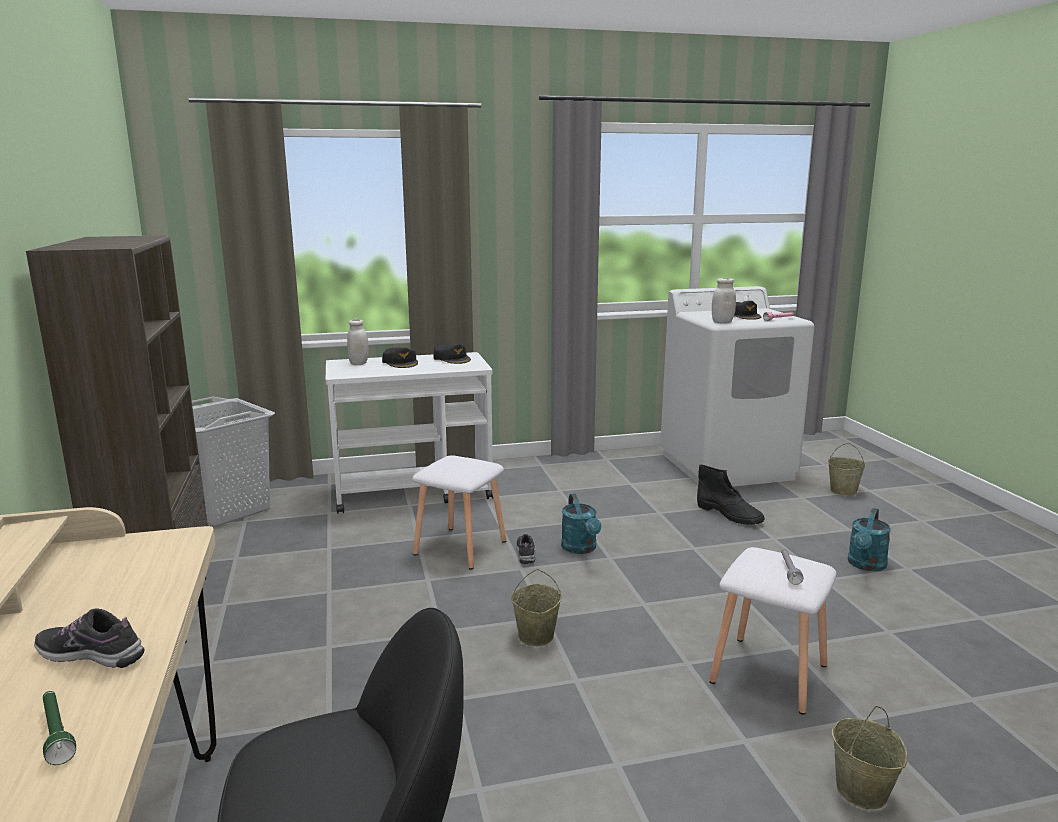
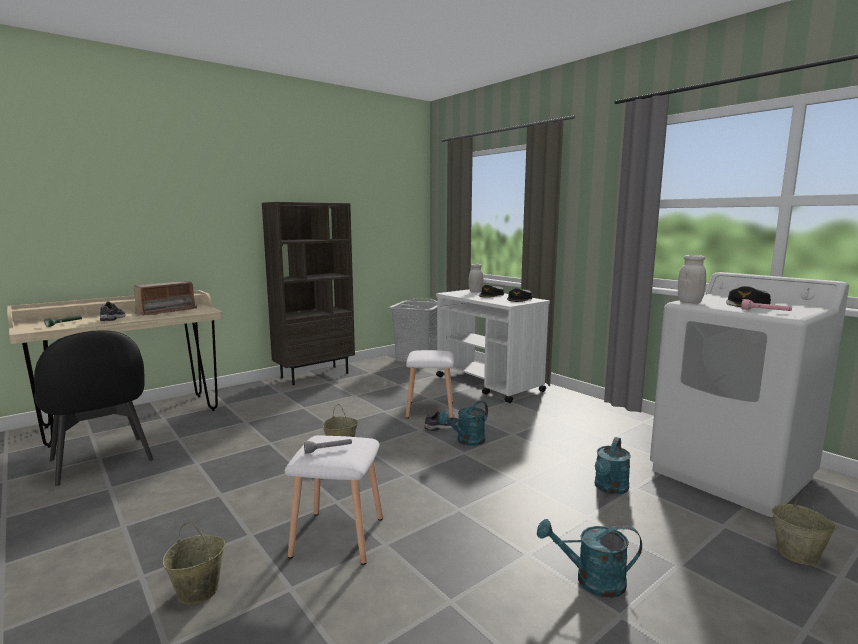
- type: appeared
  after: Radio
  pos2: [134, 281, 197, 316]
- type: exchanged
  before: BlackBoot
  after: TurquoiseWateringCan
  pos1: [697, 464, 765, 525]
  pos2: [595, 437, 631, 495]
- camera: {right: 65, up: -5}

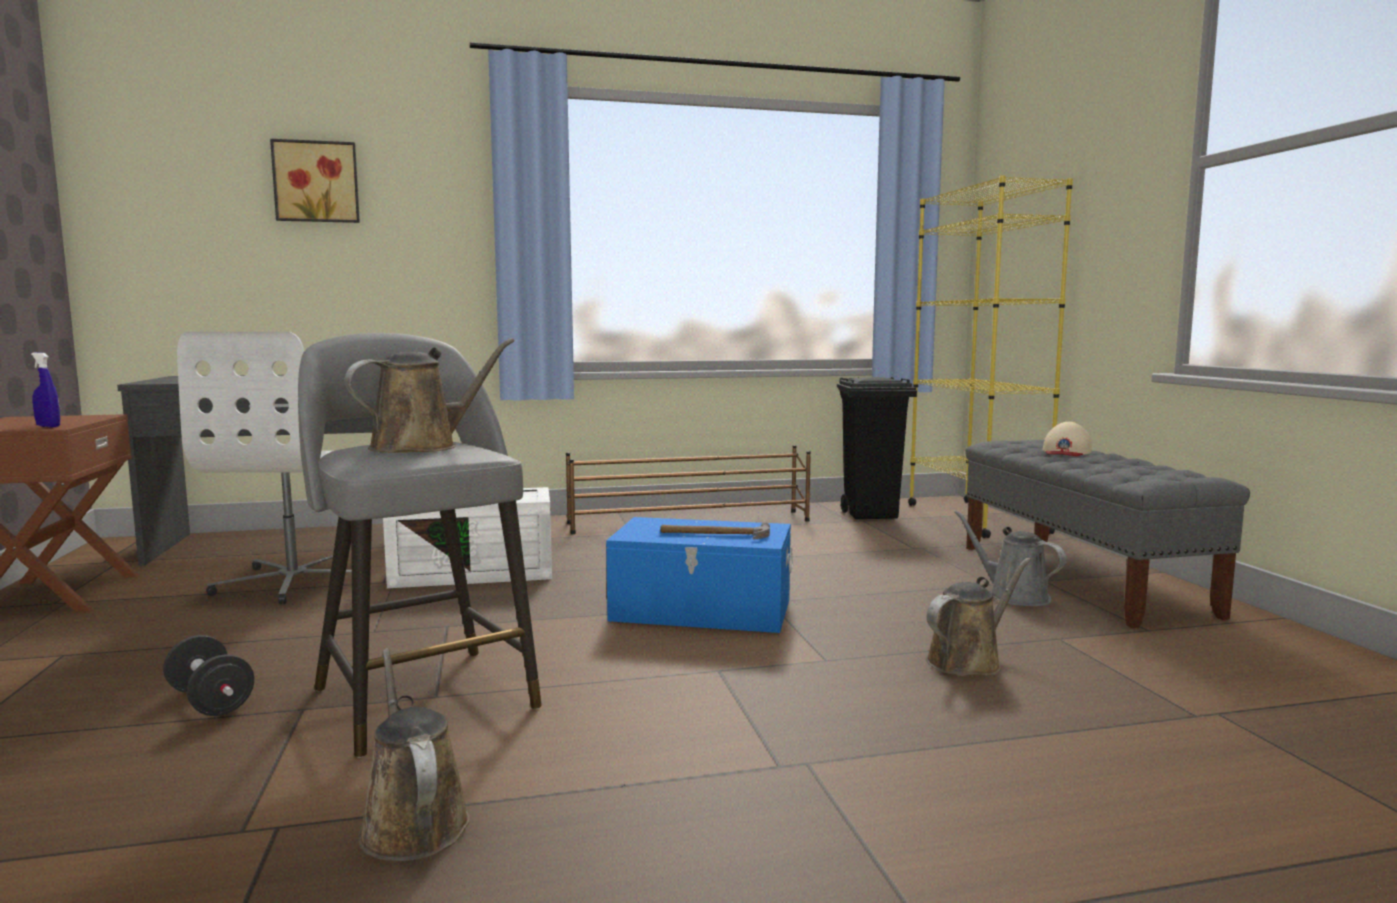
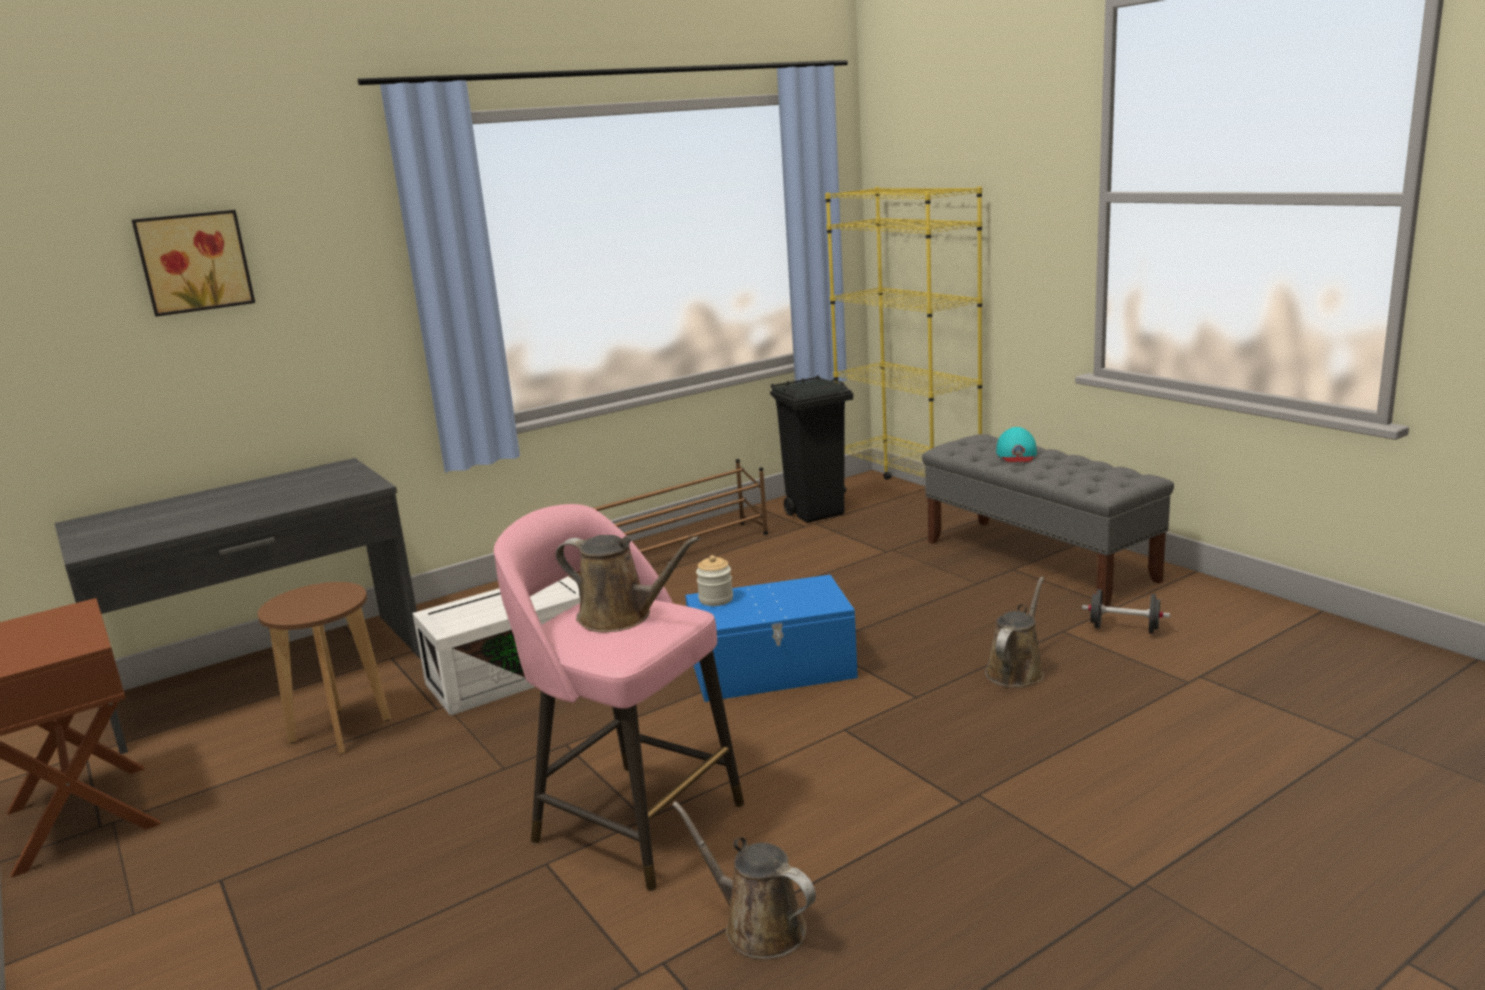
- type: exchanged
  before: WhiteOfficeChair
  after: BrownStool
  pos1: [177, 332, 352, 605]
  pos2: [258, 582, 391, 754]
- type: colour
  before: GreyStool
  after: PinkStool
  pos1: [298, 333, 542, 758]
  pos2: [494, 504, 744, 891]
- type: spun
  before: BrownWateringCan
  pos1: [345, 338, 514, 453]
  pos2: [556, 535, 700, 632]
  turn: 90
- type: appeared
  after: Jar
  pos2: [696, 555, 733, 606]
- type: colour
  before: BeigeCap
  after: TurquoiseCap
  pos1: [1043, 422, 1092, 456]
  pos2: [996, 427, 1037, 462]
- type: relocated
  before: BlackDumbbell
  pos1: [163, 635, 254, 716]
  pos2: [1082, 589, 1170, 634]
- type: missing
  before: BlueSprayBottle
  pos1: [31, 352, 60, 428]
- type: missing
  before: Hammer
  pos1: [660, 522, 770, 540]
- type: missing
  before: GreyWateringCan
  pos1: [954, 510, 1066, 606]
- camera: {right: -20, up: 10}

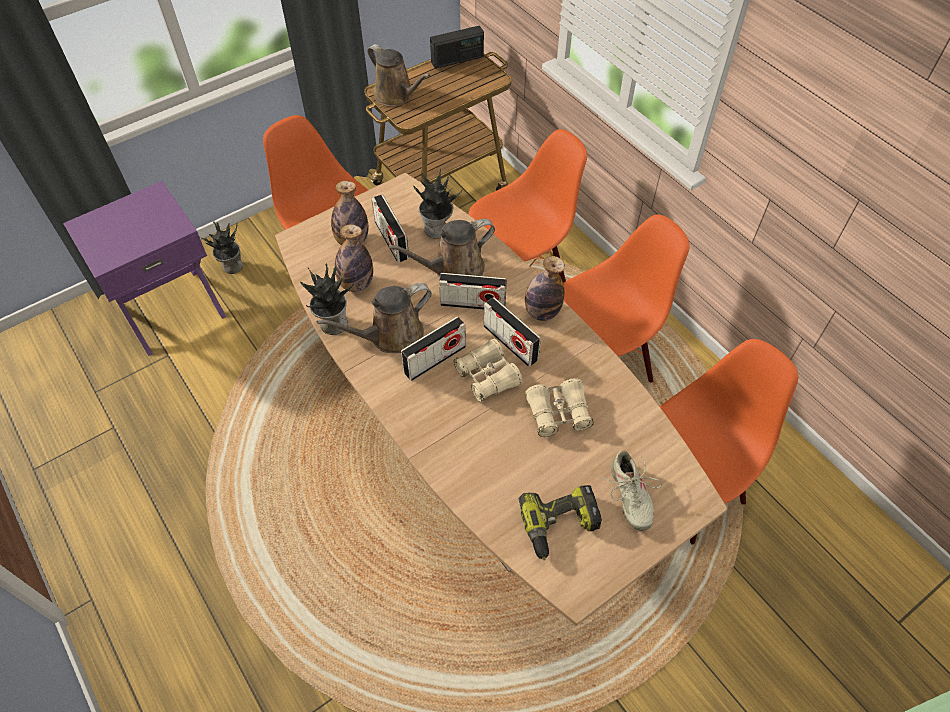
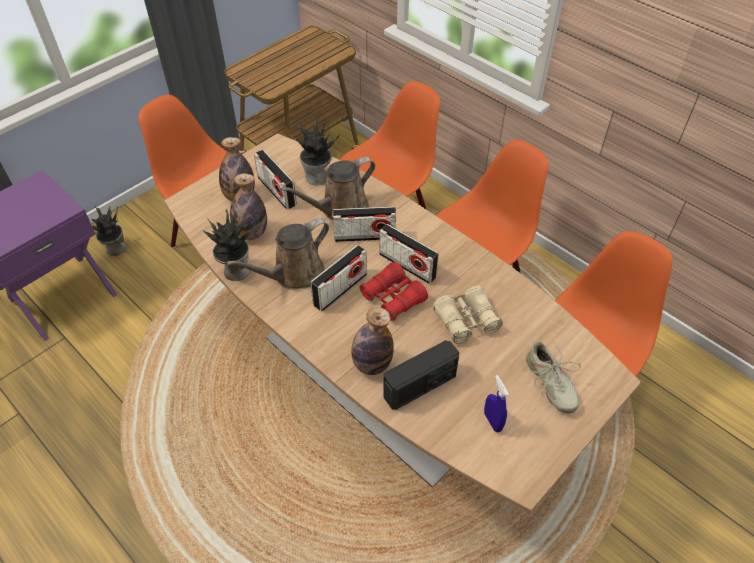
- type: relocated
  before: Bottle
  pos1: [525, 256, 565, 321]
  pos2: [351, 307, 394, 375]
- type: colour
  before: BeigeBinoculars
  after: RedBinoculars
  pos1: [454, 339, 523, 403]
  pos2: [360, 262, 428, 321]
- type: relocated
  before: Radio
  pos1: [430, 26, 484, 69]
  pos2: [383, 340, 459, 410]
- type: exchanged
  before: PowerDrill
  after: BlueSprayBottle
  pos1: [519, 485, 602, 560]
  pos2: [484, 375, 509, 432]
- type: missing
  before: BrownWateringCan
  pos1: [368, 44, 430, 107]
- camera: {right: -10, up: -5}

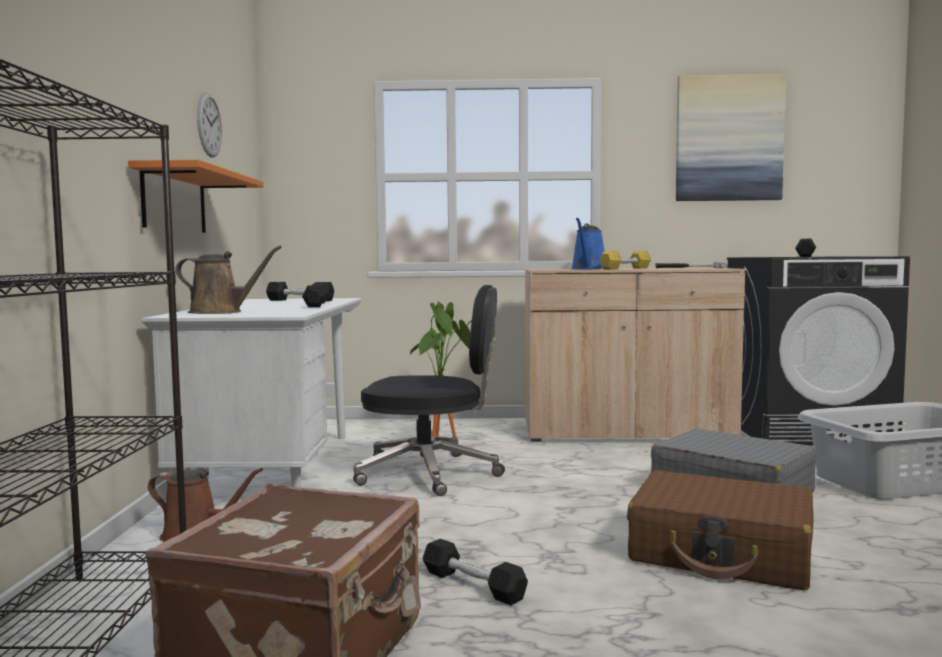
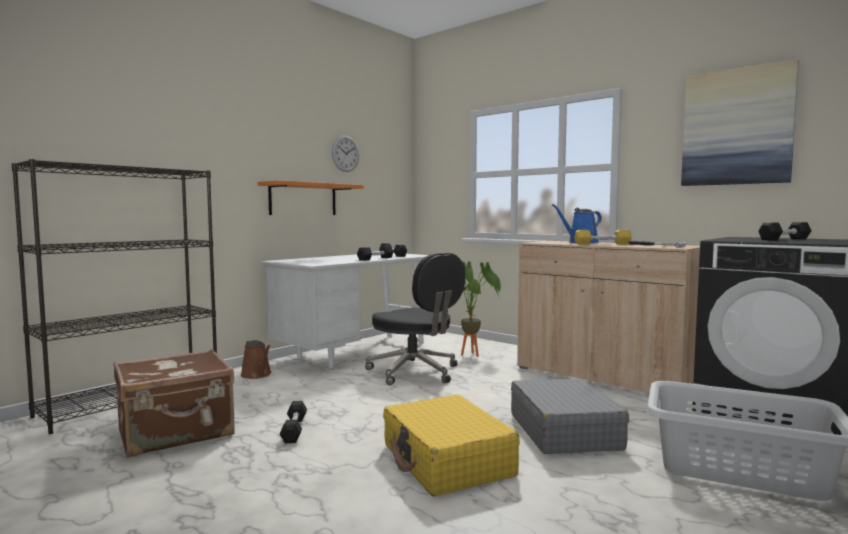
- type: colour
  before: BrownSuitcase
  after: YellowSuitcase
  pos1: [627, 470, 814, 590]
  pos2: [383, 394, 520, 496]
- type: missing
  before: BrownWateringCan
  pos1: [175, 246, 282, 314]
- camera: {right: 40, up: 0}

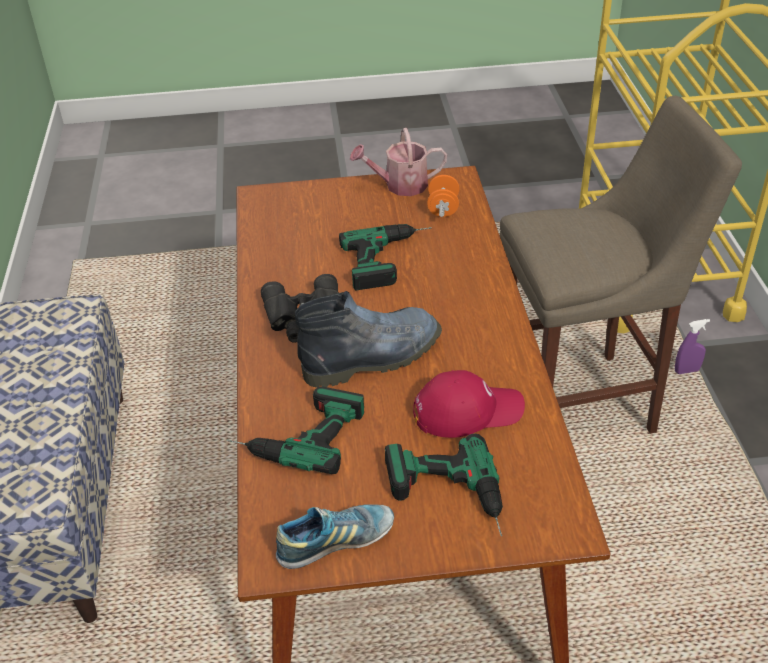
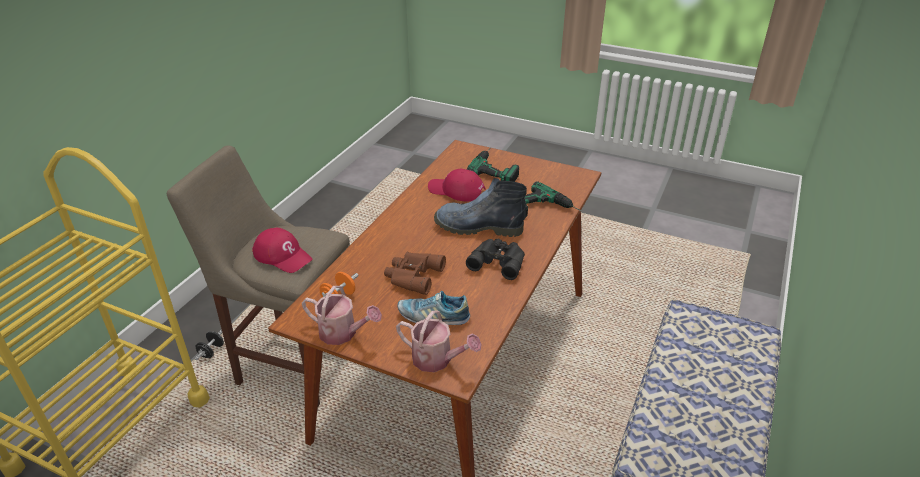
- type: exchanged
  before: PurpleSprayBottle
  after: BlackDumbbell
  pos1: [675, 319, 710, 374]
  pos2: [195, 330, 224, 360]
- type: appeared
  after: RedCap
  pos2: [252, 228, 313, 273]
- type: exchanged
  before: PowerDrill
  after: BrownBinoculars
  pos1: [339, 224, 432, 291]
  pos2: [384, 252, 446, 295]
- type: appeared
  after: WateringCan
  pos2: [396, 311, 481, 372]
- type: relocated
  before: Shoe
  pos1: [276, 504, 394, 569]
  pos2: [397, 291, 470, 325]
- camera: {right: -150, up: -5}

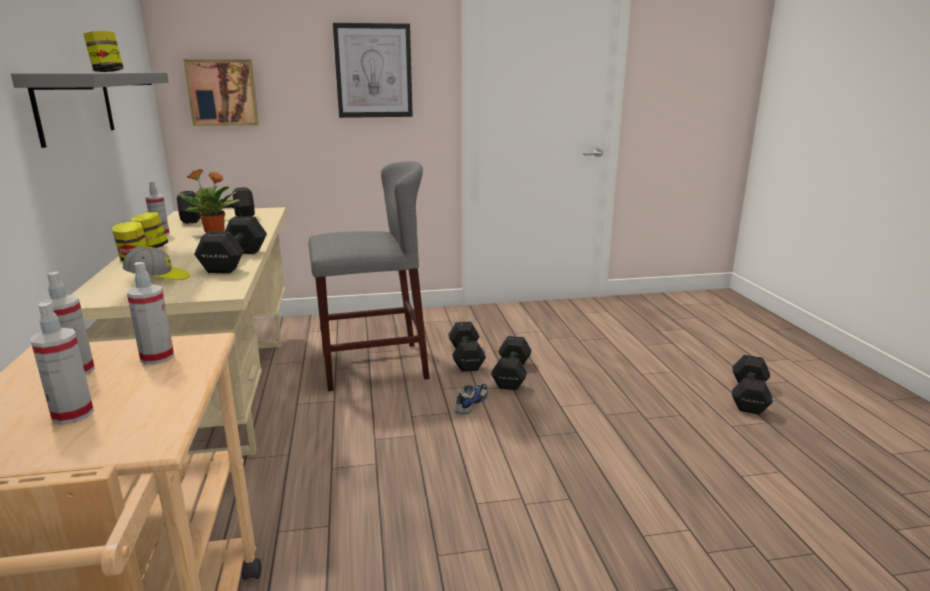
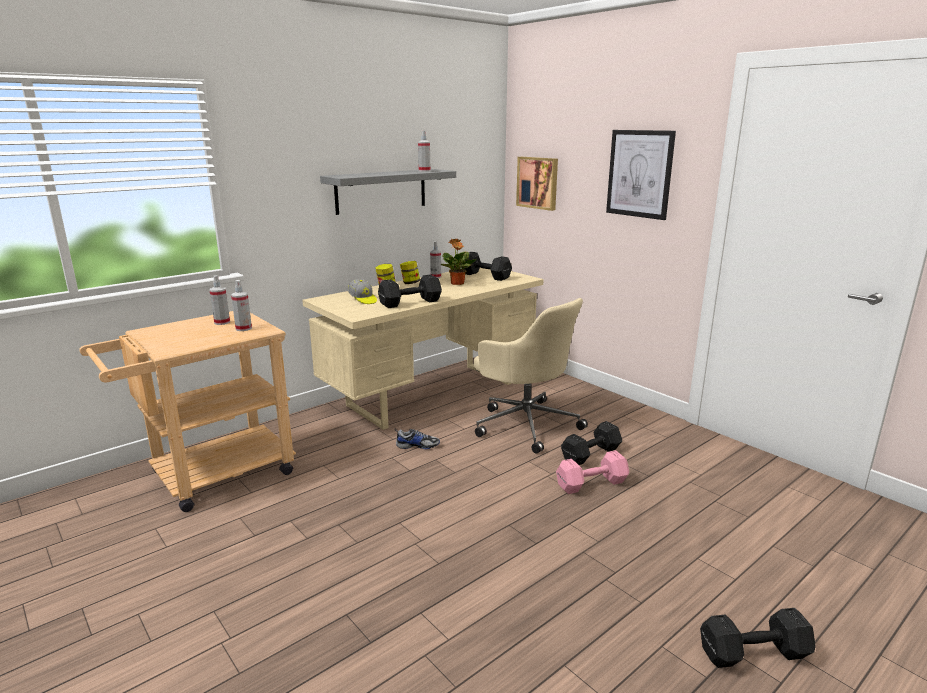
- type: relocated
  before: Shoe
  pos1: [455, 384, 488, 414]
  pos2: [395, 428, 440, 449]
- type: relocated
  before: SprayBottle
  pos1: [30, 303, 94, 425]
  pos2: [418, 131, 430, 172]
- type: exchanged
  before: GreyStool
  after: BeigeOfficeChair
  pos1: [309, 161, 430, 391]
  pos2: [474, 298, 588, 454]
- type: colour
  before: BlackDumbbell
  after: PinkDumbbell
  pos1: [491, 336, 531, 390]
  pos2: [556, 450, 629, 494]
- type: missing
  before: Jar
  pos1: [83, 31, 123, 72]
- camera: {right: 60, up: 0}

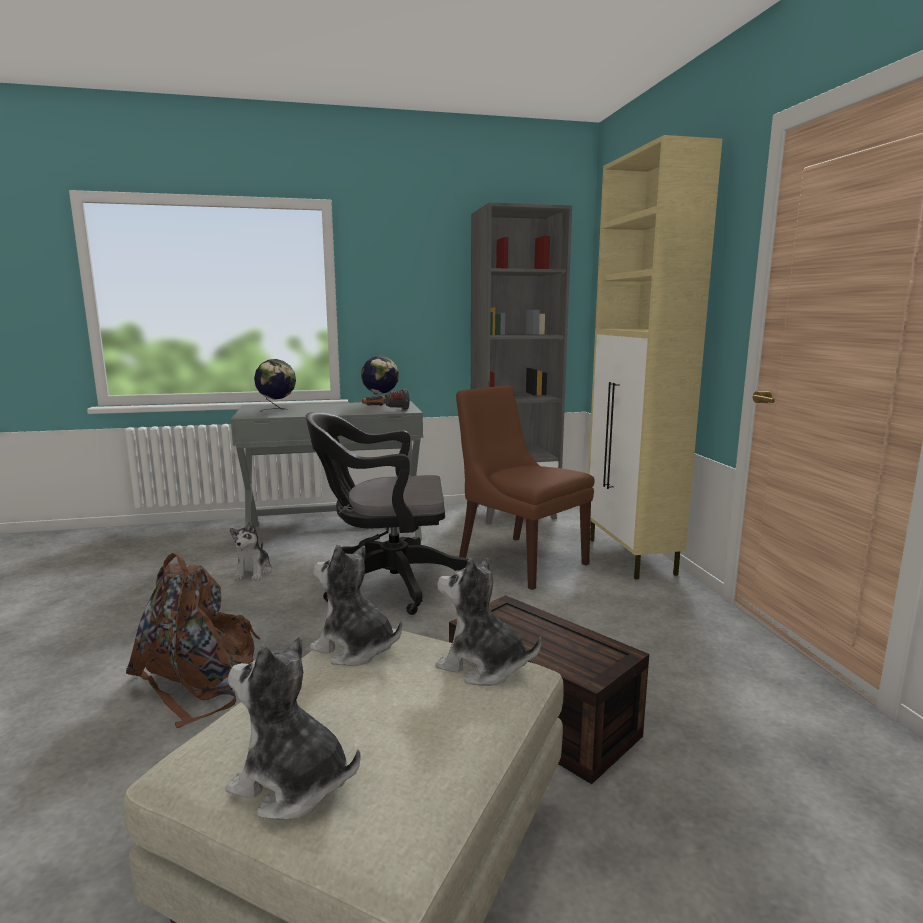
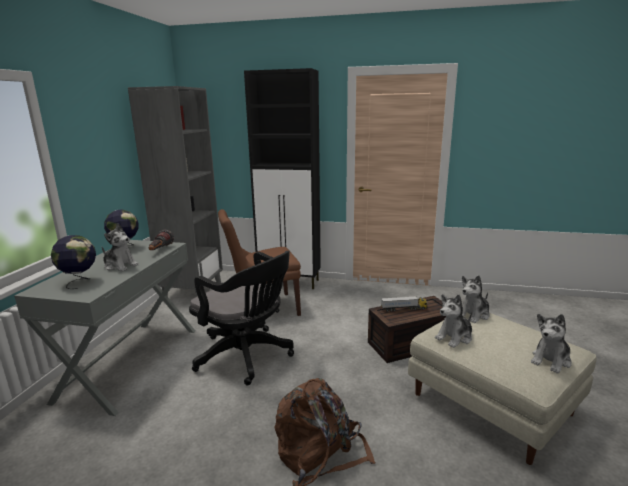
- type: relocated
  before: PlushToy
  pos1: [230, 521, 272, 580]
  pos2: [102, 223, 139, 271]
- type: spun
  before: BlackOfficeChair
  pos1: [306, 412, 468, 615]
  pos2: [189, 251, 294, 386]
  turn: -75
- type: colour
  before: BeigeCabinet
  after: BlackCabinet
  pos1: [588, 135, 722, 579]
  pos2: [244, 68, 321, 289]
- type: appeared
  after: ToyTruck
  pos2: [381, 296, 428, 312]
- camera: {right: -65, up: 5}

